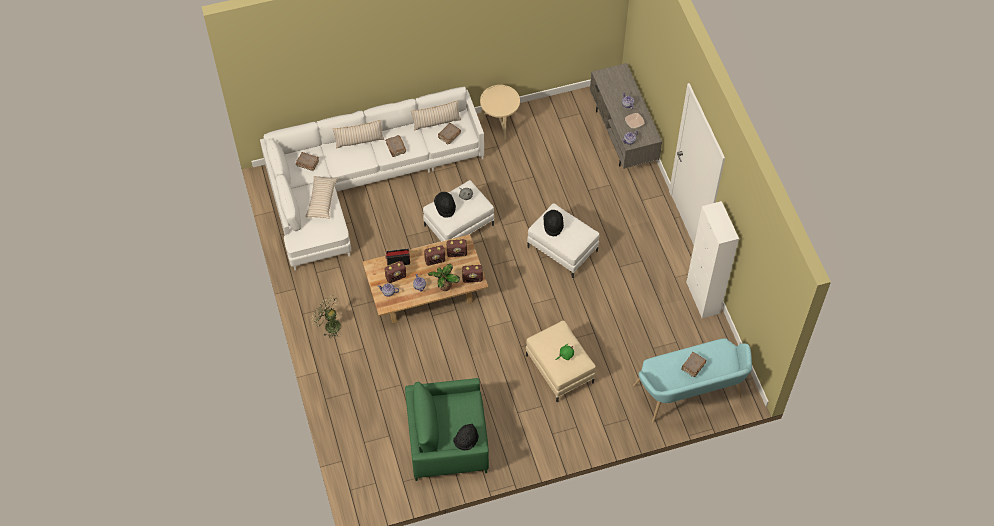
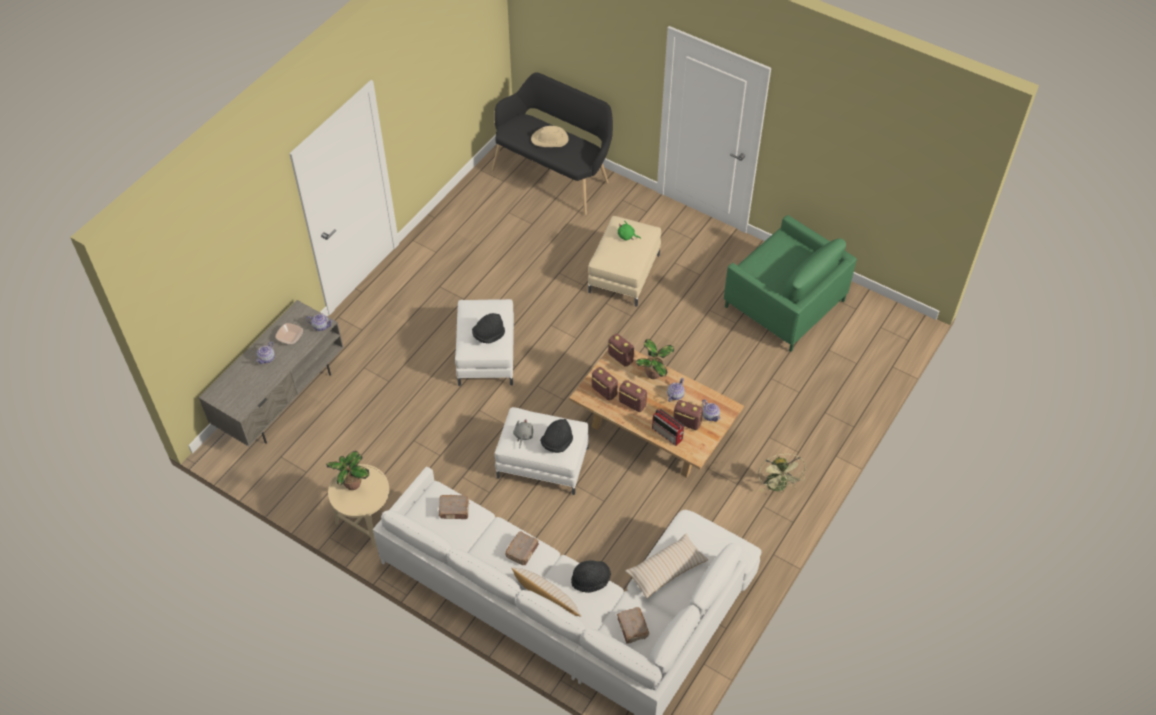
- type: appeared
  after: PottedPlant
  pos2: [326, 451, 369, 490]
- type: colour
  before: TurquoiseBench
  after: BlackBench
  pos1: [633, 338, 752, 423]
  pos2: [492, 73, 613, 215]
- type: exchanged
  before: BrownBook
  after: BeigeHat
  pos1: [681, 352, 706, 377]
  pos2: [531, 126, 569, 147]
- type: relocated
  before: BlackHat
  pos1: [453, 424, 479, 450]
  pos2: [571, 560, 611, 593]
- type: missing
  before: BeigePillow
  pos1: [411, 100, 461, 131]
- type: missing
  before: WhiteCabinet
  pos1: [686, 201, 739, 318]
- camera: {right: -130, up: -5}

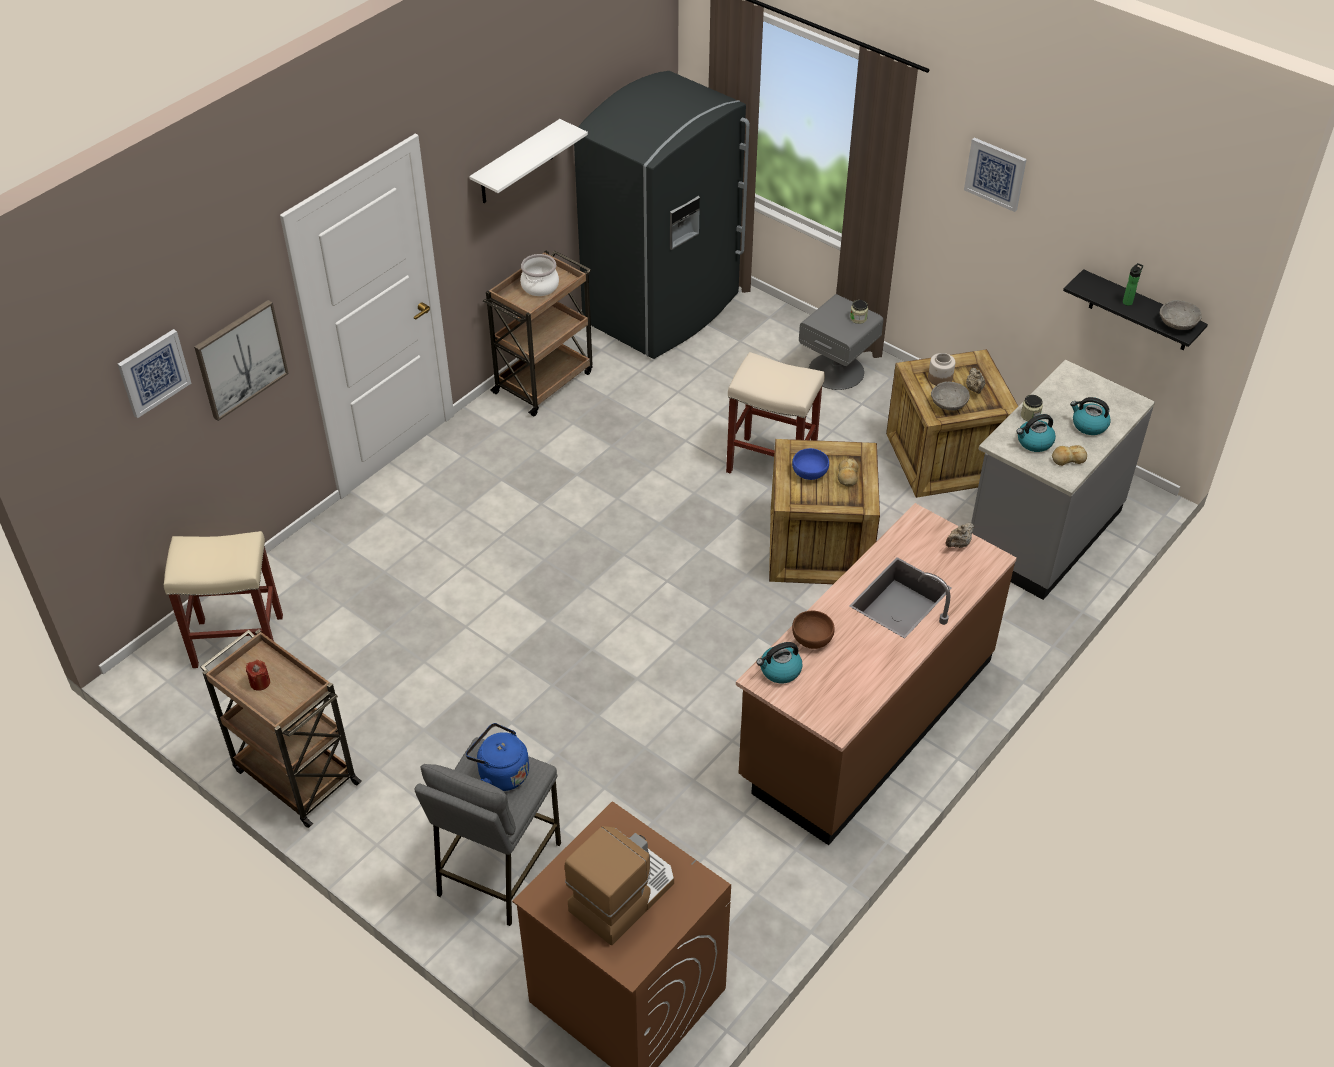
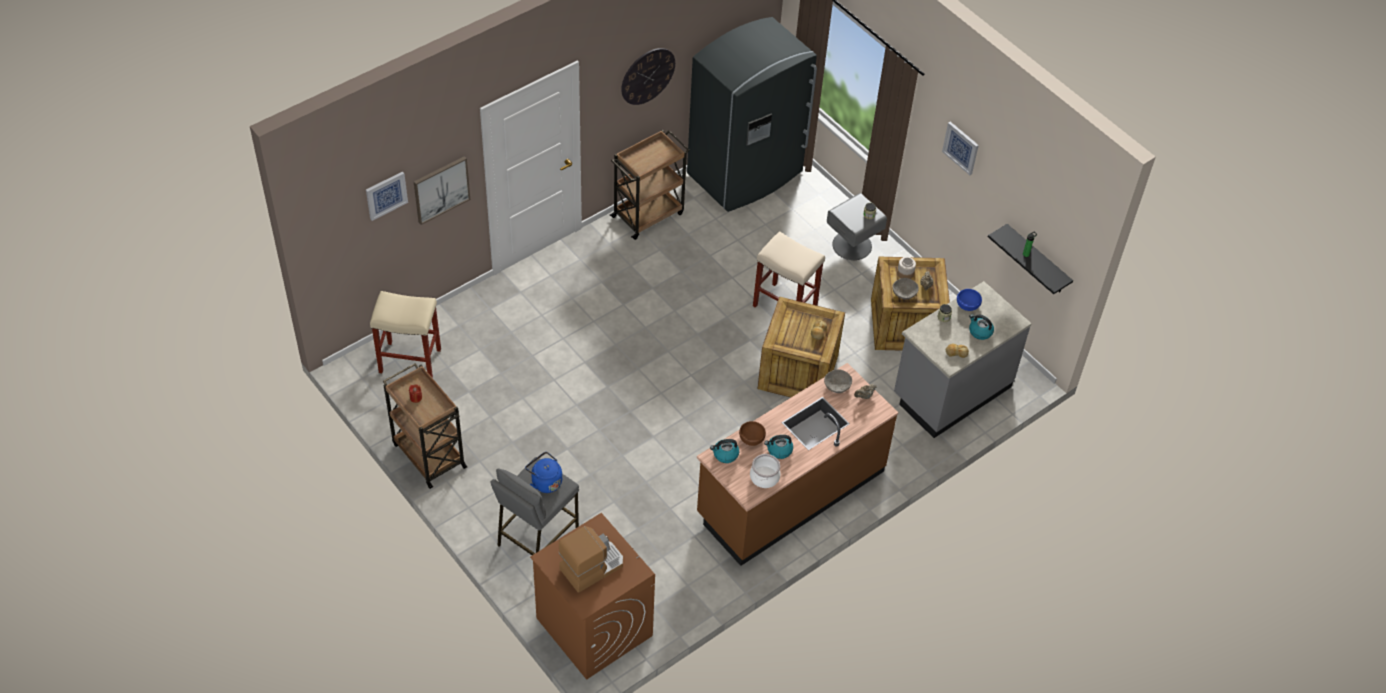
- type: exchanged
  before: WhiteShelf
  after: WallClock
  pos1: [469, 119, 588, 203]
  pos2: [621, 48, 675, 105]
- type: relocated
  before: CookingPot
  pos1: [520, 254, 559, 296]
  pos2: [750, 454, 781, 488]
- type: relocated
  before: Kettle
  pos1: [1016, 414, 1056, 452]
  pos2: [764, 435, 793, 459]
- type: relocated
  before: GreyBowl
  pos1: [1160, 300, 1202, 330]
  pos2: [824, 369, 852, 393]
- type: relocated
  before: BlueBowl
  pos1: [792, 448, 829, 480]
  pos2: [957, 289, 982, 311]
- camera: {right: 10, up: 5}

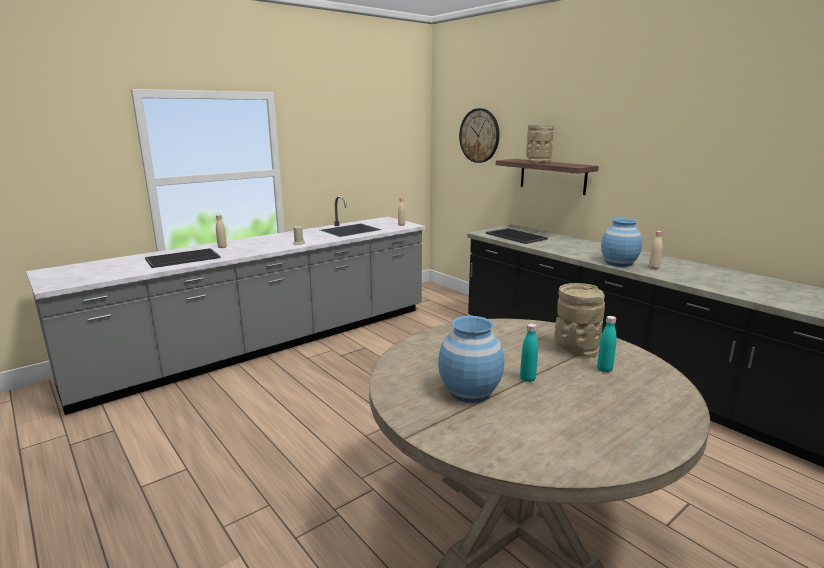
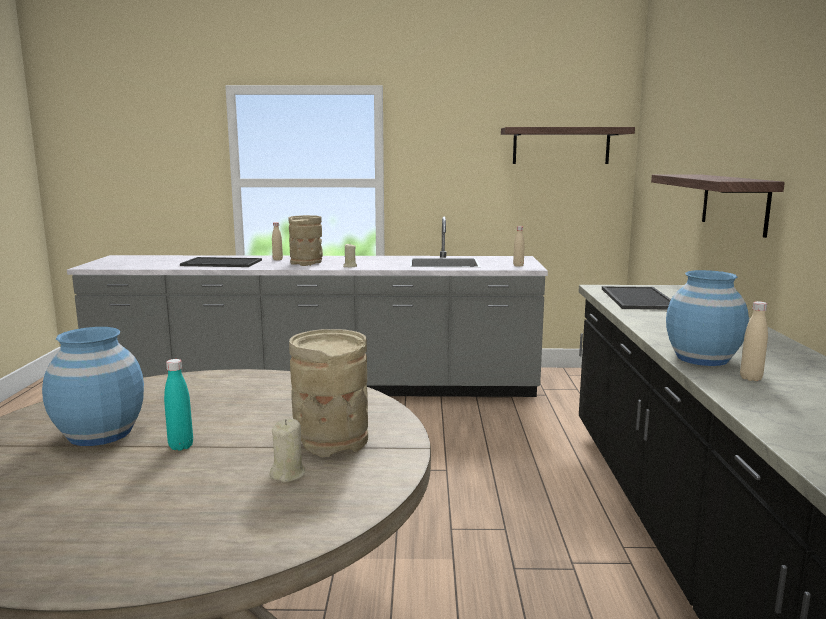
- type: exchanged
  before: TurquoiseBottle
  after: BeigeCandle
  pos1: [597, 316, 617, 373]
  pos2: [270, 419, 305, 482]
- type: relocated
  before: BeigeVase
  pos1: [526, 124, 554, 163]
  pos2: [288, 215, 323, 266]
- type: appeared
  after: Shelf
  pos2: [501, 127, 635, 164]
- type: missing
  before: WallClock
  pos1: [459, 108, 500, 163]
- camera: {right: 40, up: -5}

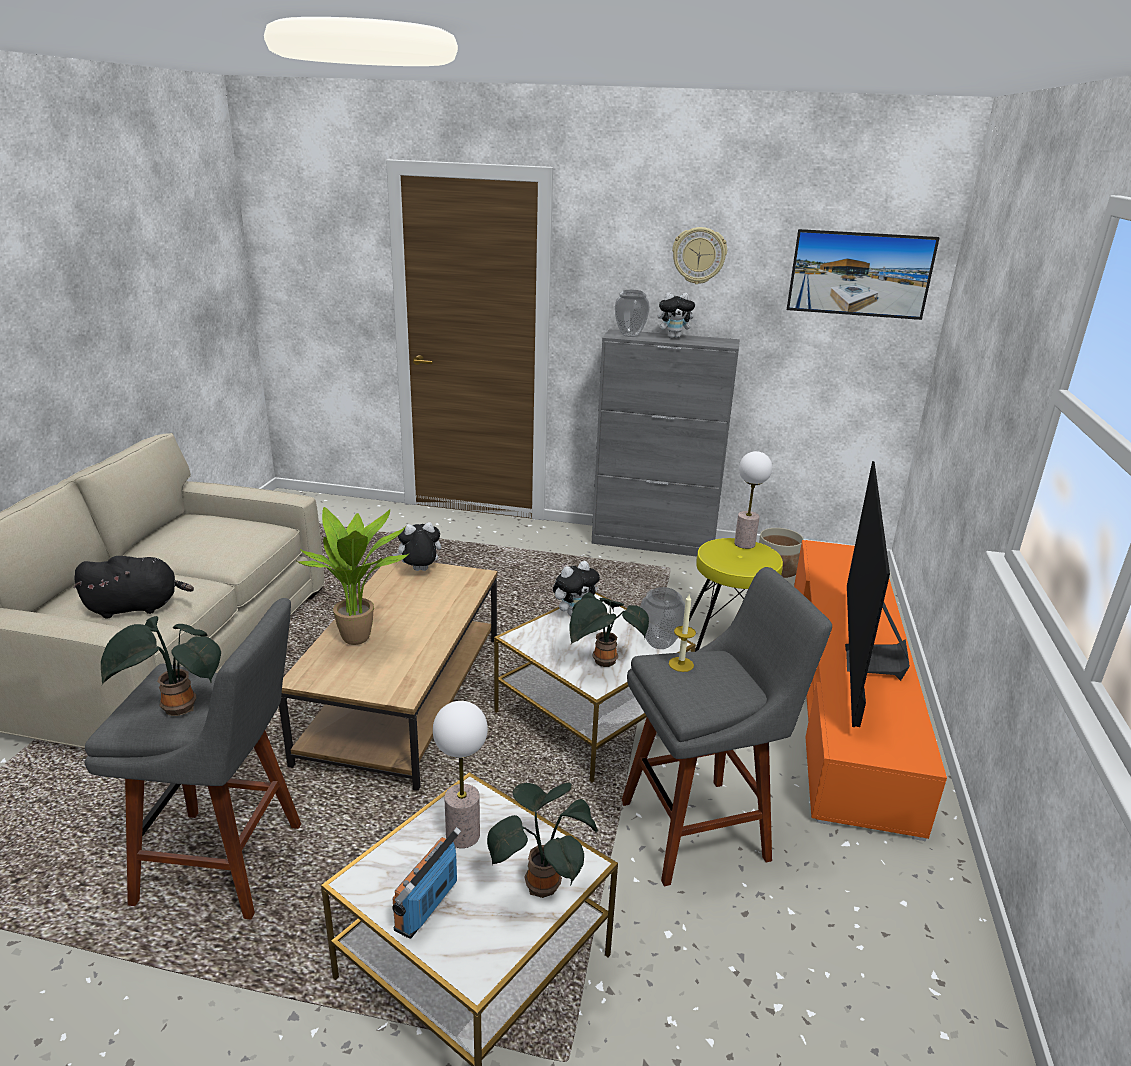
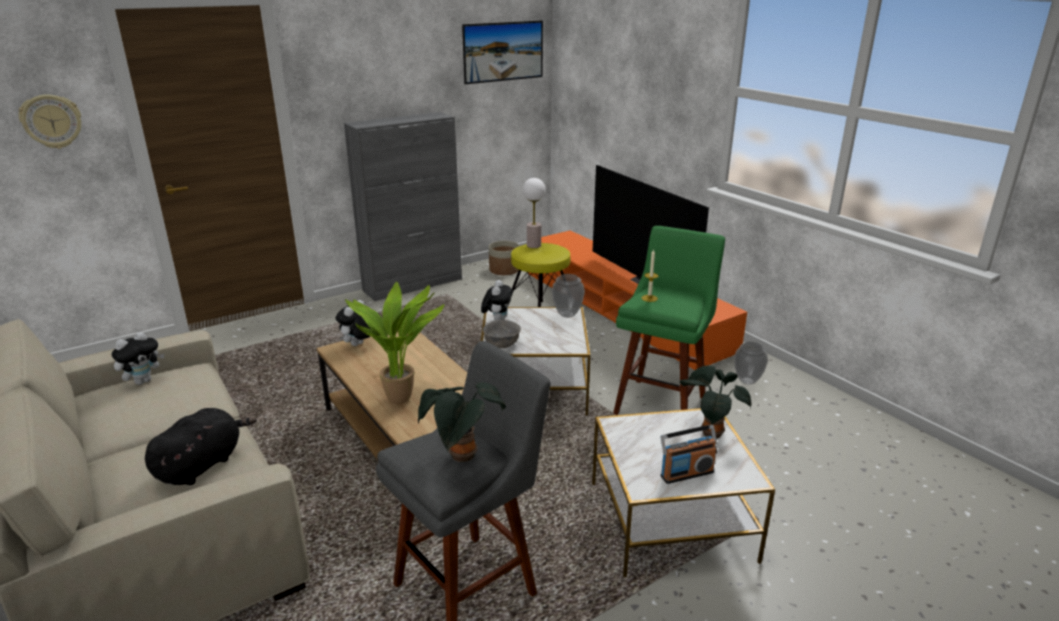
- type: relocated
  before: WallClock
  pos1: [672, 227, 727, 284]
  pos2: [18, 95, 81, 149]
- type: relocated
  before: PlushToy
  pos1: [658, 292, 697, 338]
  pos2: [111, 332, 164, 385]
- type: appeared
  after: GreyBowl
  pos2: [483, 320, 521, 348]
- type: colour
  before: GreyStool
  after: GreenStool
  pos1: [622, 567, 832, 886]
  pos2: [613, 226, 725, 415]
- type: spun
  before: Radio
  pos1: [392, 827, 461, 939]
  pos2: [661, 425, 717, 484]
  turn: -90
- type: relocated
  before: Vase
  pos1: [615, 290, 650, 337]
  pos2: [734, 342, 768, 385]
- type: missing
  before: TableLamp
  pos1: [433, 701, 488, 848]
- type: missing
  before: PottedPlant
  pos1: [569, 592, 649, 667]
- camera: {right: -45, up: 0}

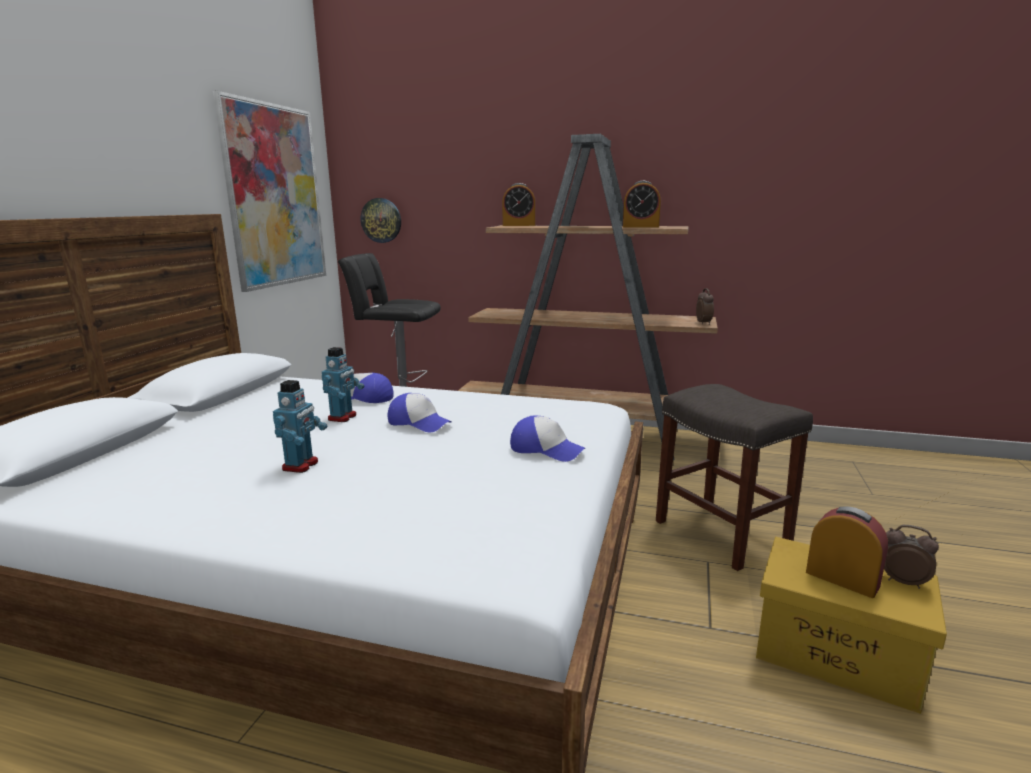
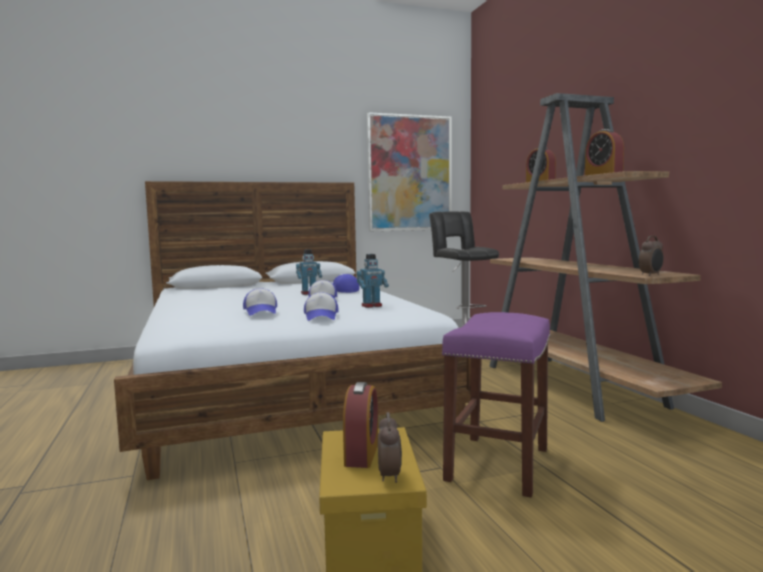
- type: appeared
  after: Cap
  pos2: [243, 288, 277, 316]
- type: relocated
  before: ToyRobot
  pos1: [273, 380, 327, 473]
  pos2: [357, 254, 389, 308]
- type: colour
  before: GreyStool
  after: PurpleStool
  pos1: [656, 384, 813, 571]
  pos2: [442, 312, 551, 498]
- type: missing
  before: WallClock
  pos1: [361, 198, 401, 243]
- camera: {right: 55, up: -10}

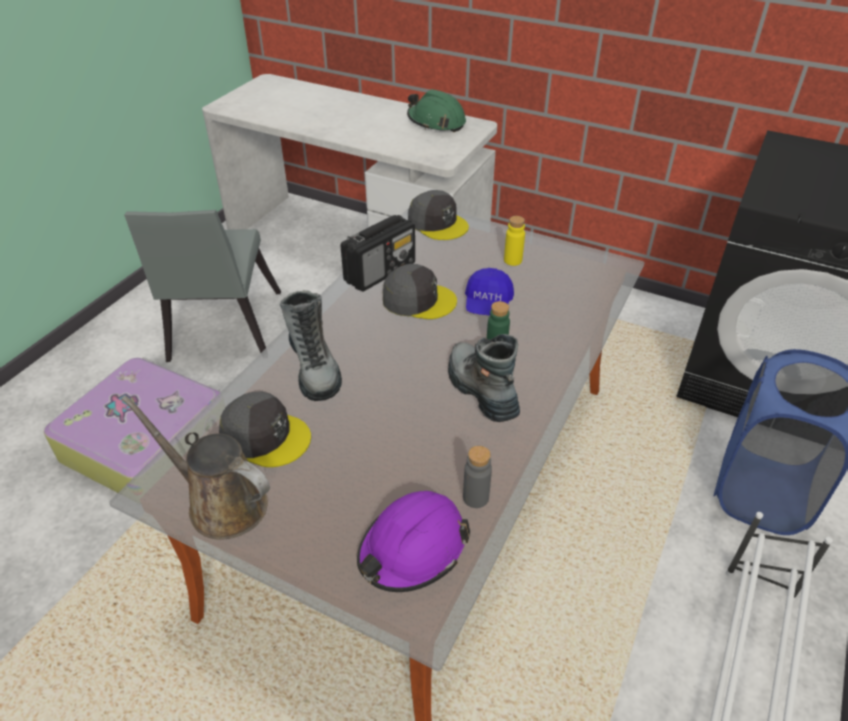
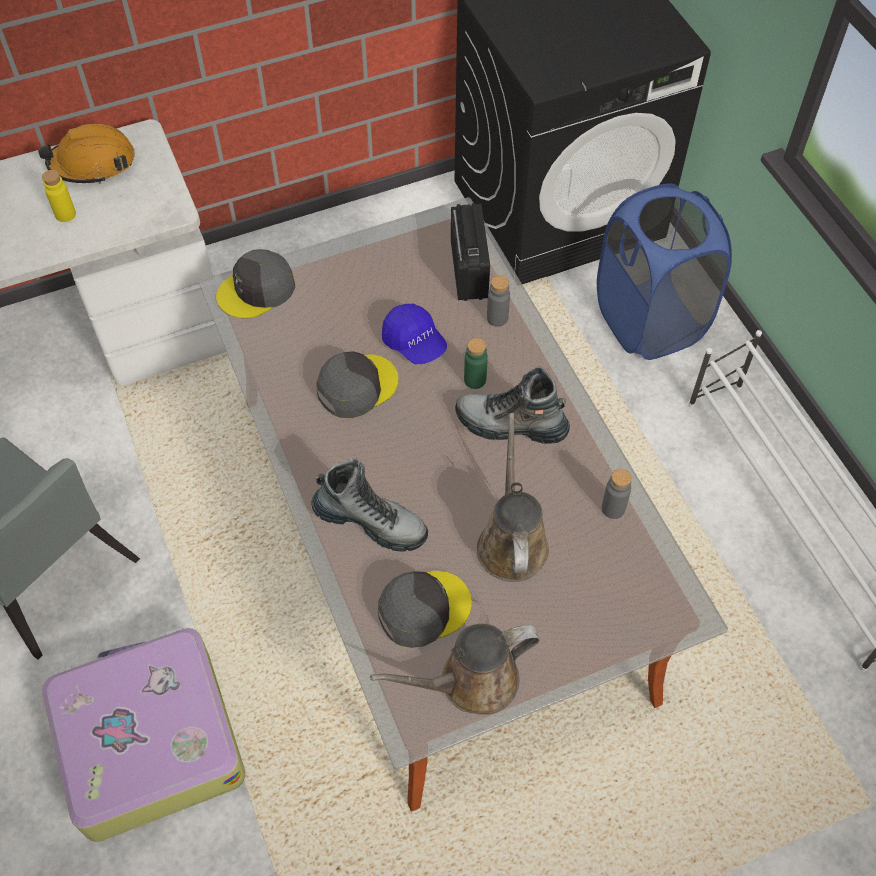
- type: colour
  before: GreenHardHat
  after: OrangeHardHat
  pos1: [407, 89, 466, 132]
  pos2: [38, 123, 135, 184]
- type: relocated
  before: YellowBottle
  pos1: [504, 216, 525, 266]
  pos2: [42, 170, 76, 222]
- type: spun
  before: GreyCap
  pos1: [408, 190, 469, 240]
  pos2: [216, 249, 295, 319]
  turn: 150
- type: relocated
  before: Radio
  pos1: [340, 215, 415, 292]
  pos2: [451, 203, 490, 301]
- type: appeared
  after: BrownWateringCan
  pos2: [477, 413, 549, 582]
- type: appeared
  after: GreyBottle
  pos2: [487, 275, 510, 327]
- type: missing
  before: PurpleHardHat
  pos1: [357, 491, 470, 592]
- camera: {right: -50, up: 15}

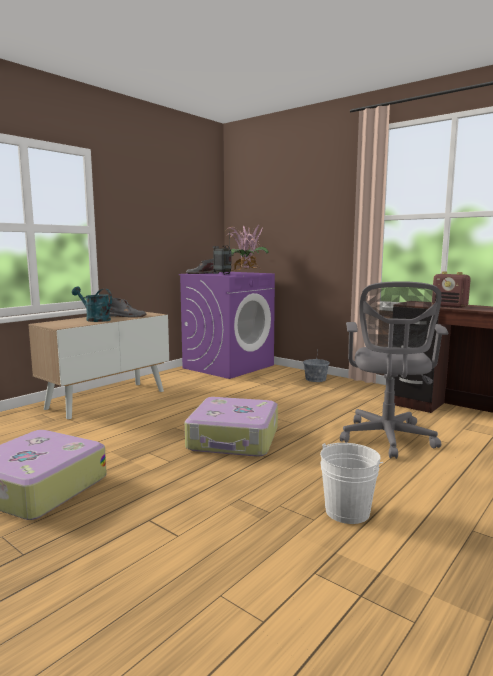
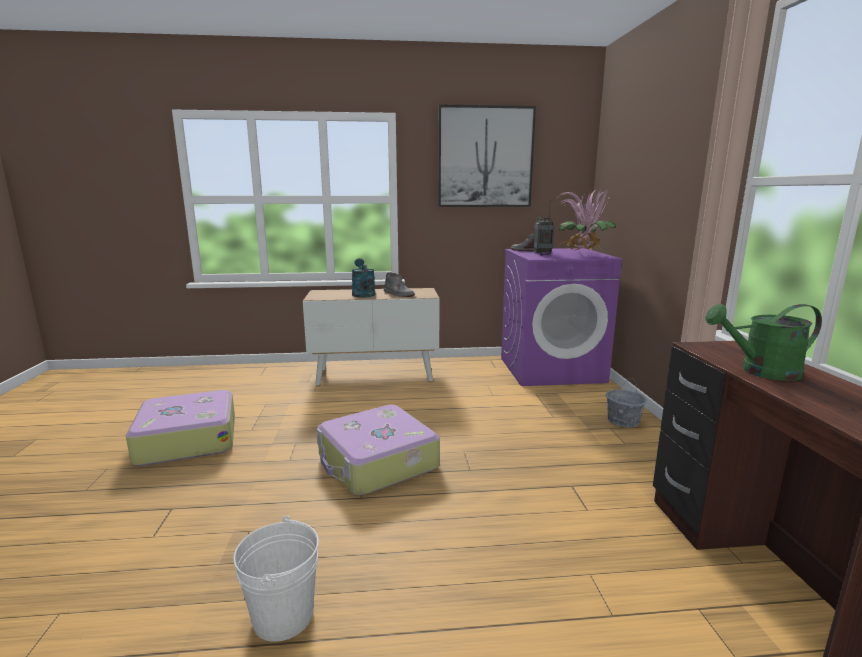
- type: appeared
  after: Picture
  pos2: [438, 104, 536, 207]
- type: exchanged
  before: Radio
  after: GreenWateringCan
  pos1: [432, 271, 471, 308]
  pos2: [705, 304, 822, 381]
- type: missing
  before: GreyOfficeChair
  pos1: [340, 281, 448, 459]
- camera: {right: 45, up: 5}

